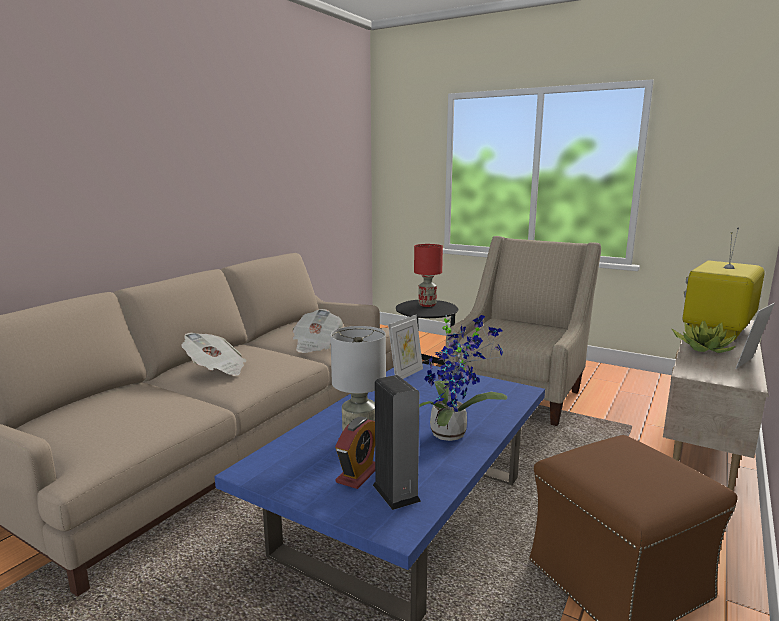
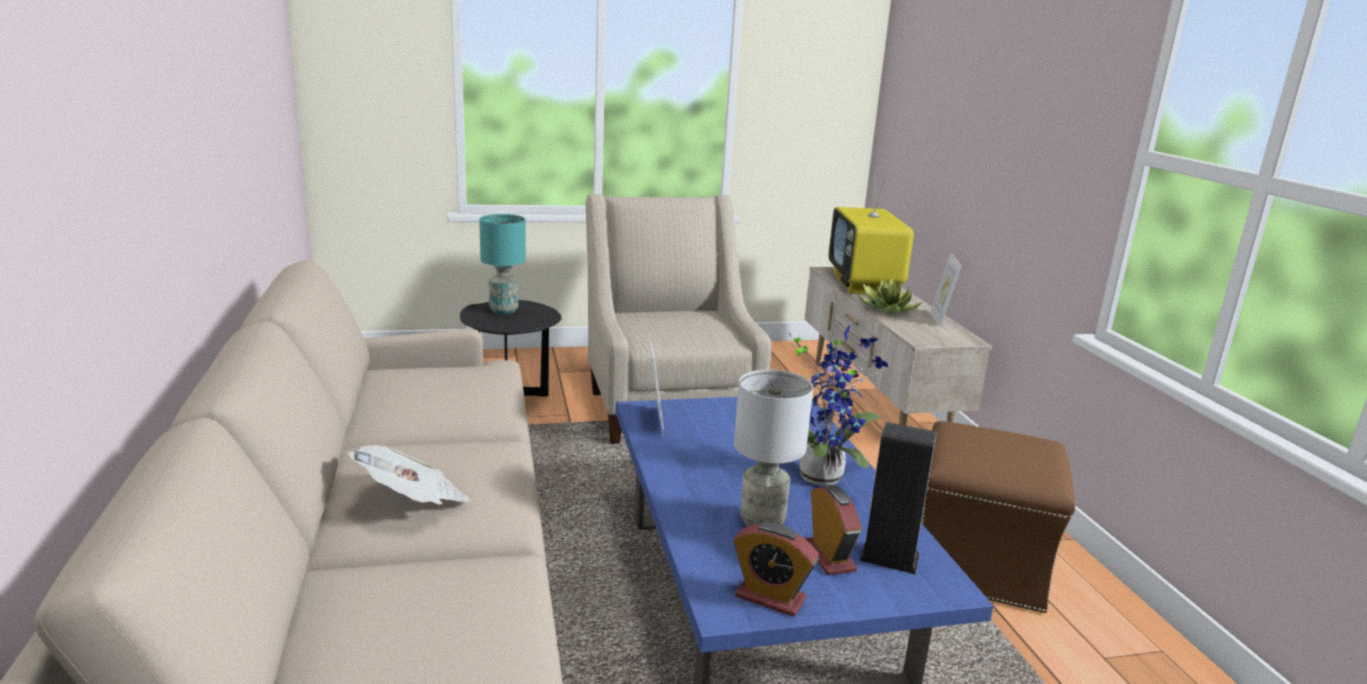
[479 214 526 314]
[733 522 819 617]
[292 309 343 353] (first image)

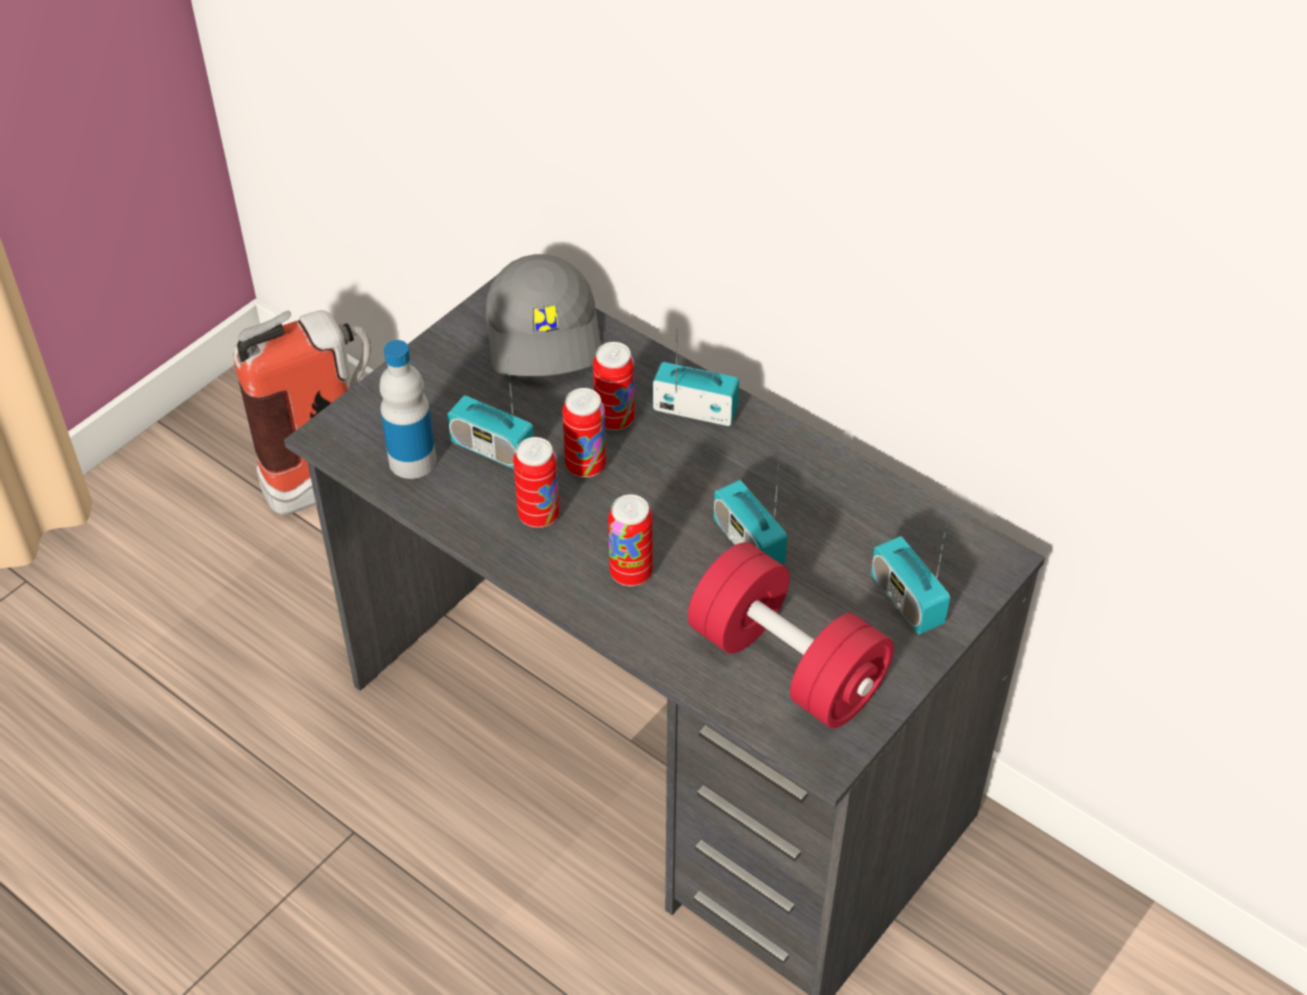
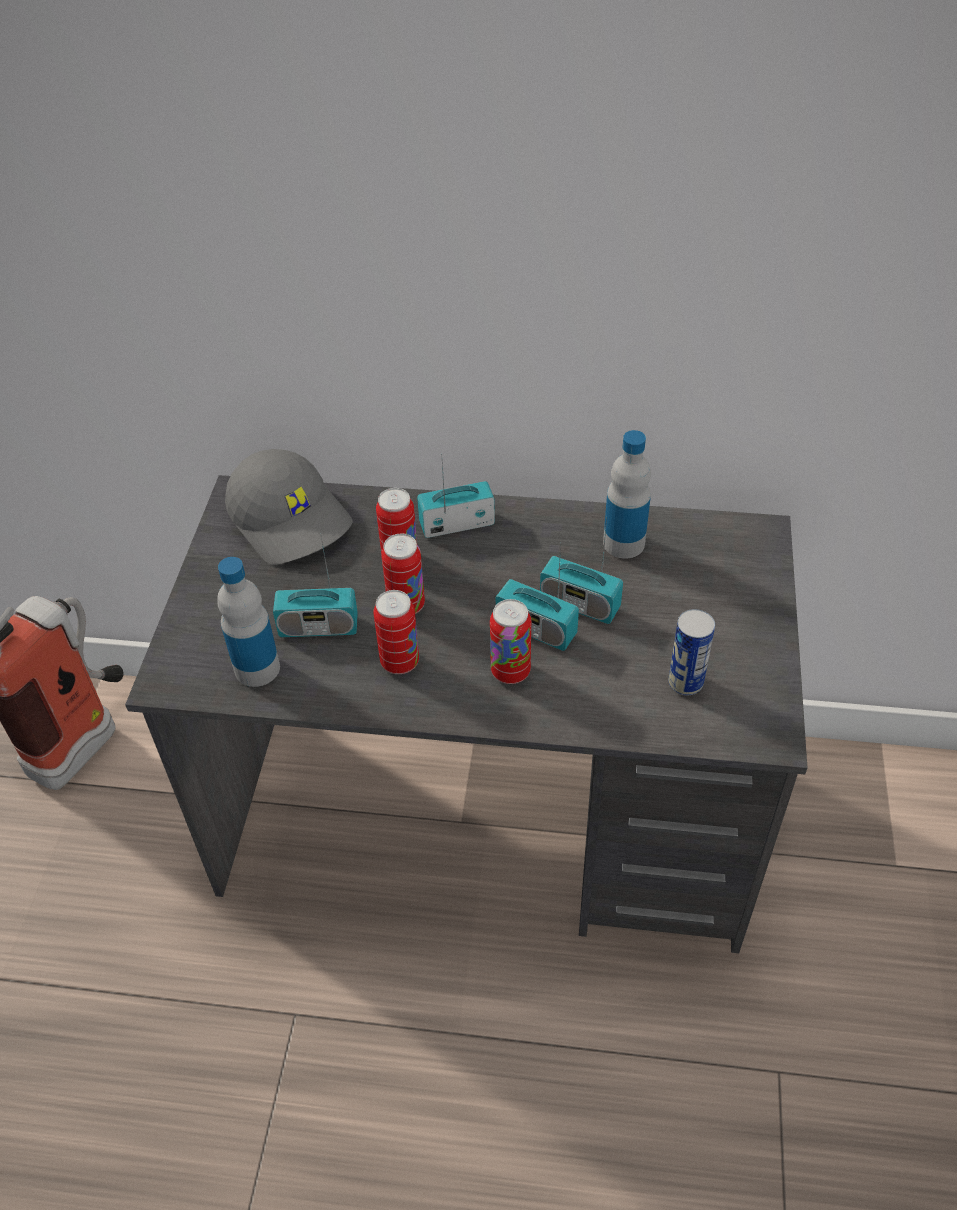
[496 542 579 651]
[603 430 651 558]
[668 609 715 695]

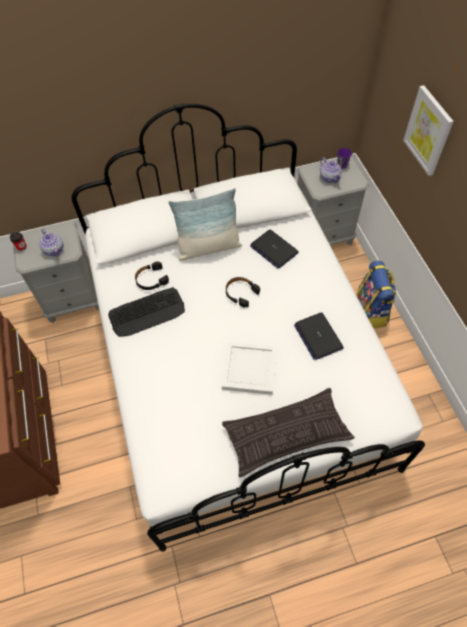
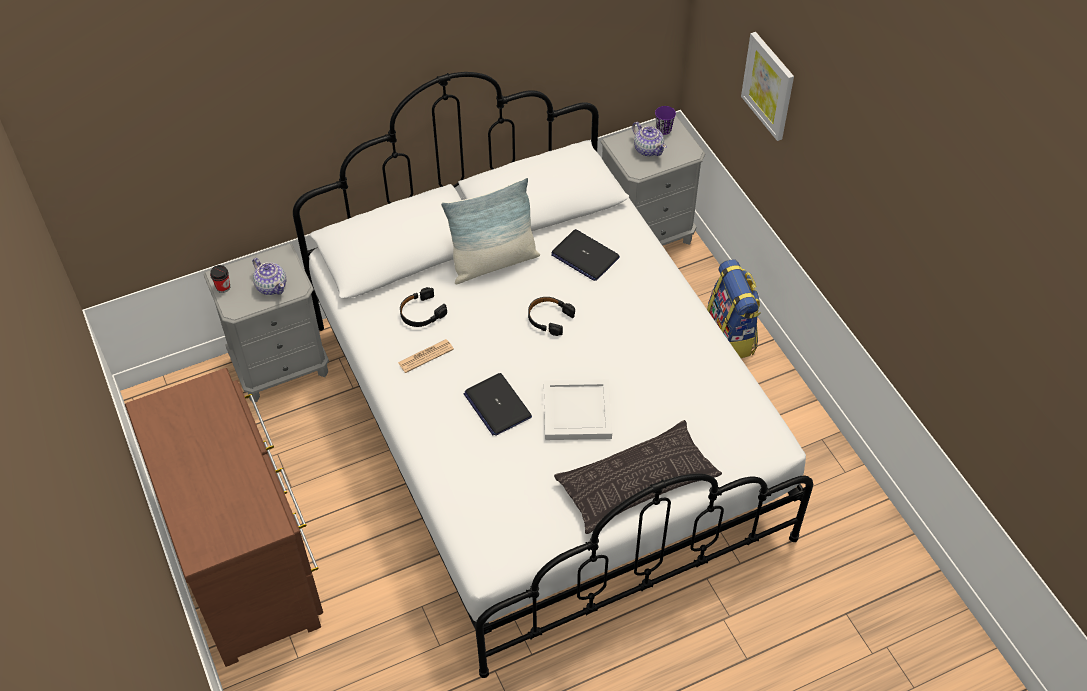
[398 339 454 373]
[463 373 532 436]

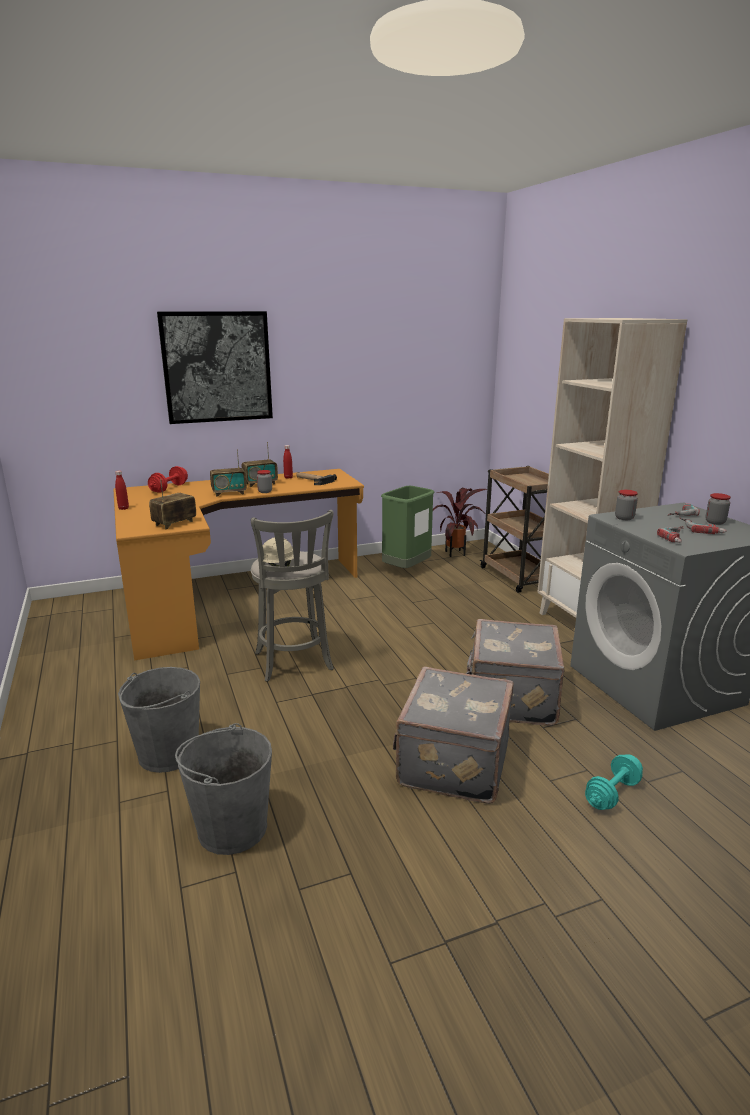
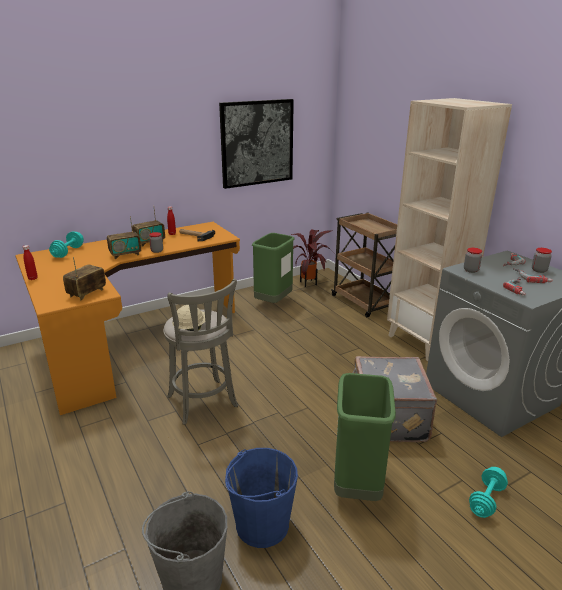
[49 231 84 258]
[219 99 294 189]
[225 448 298 548]
[334 373 396 501]
[118 667 200 773] (first image)

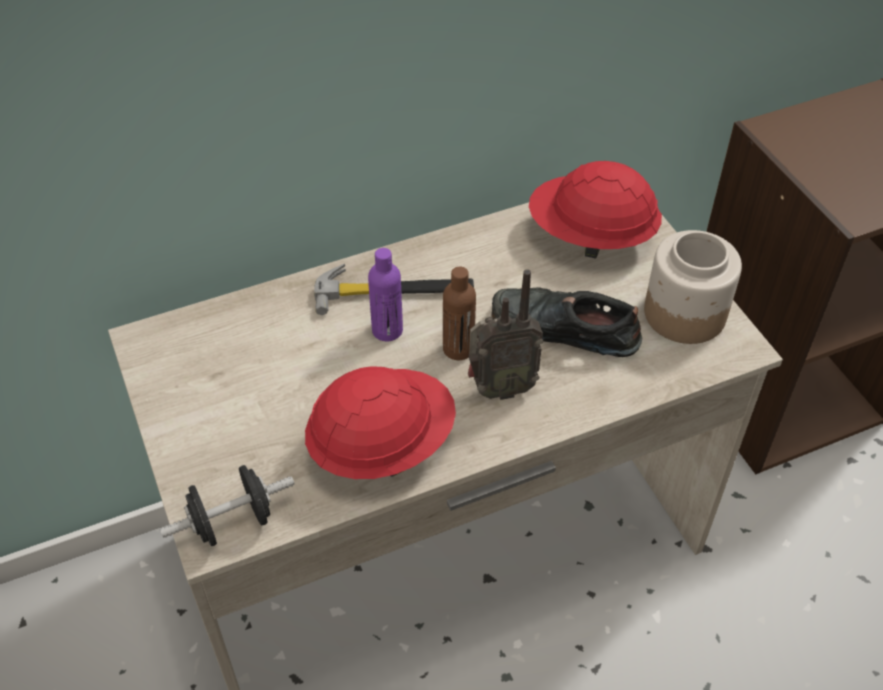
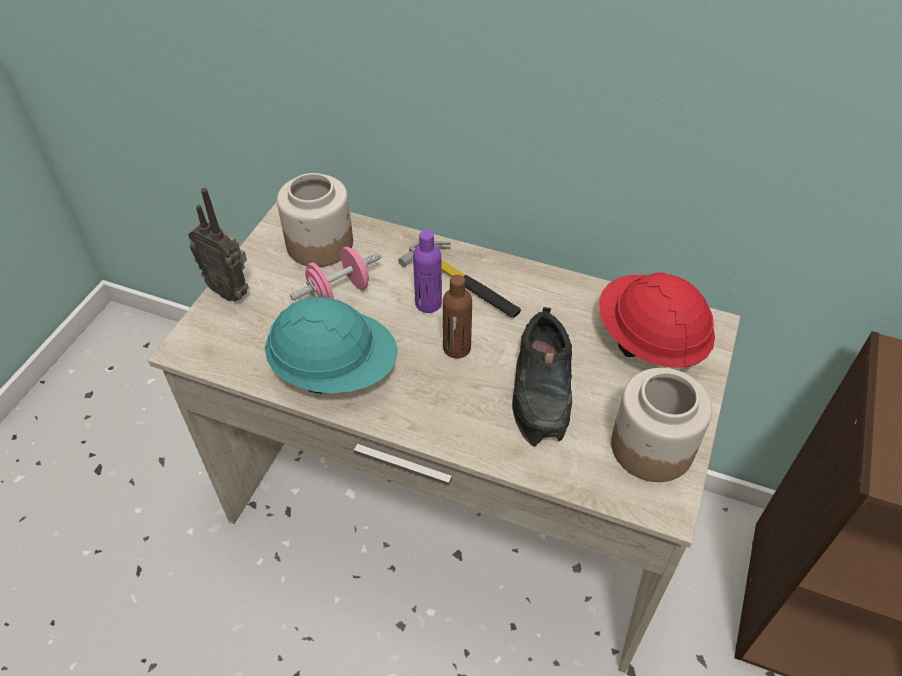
[188 188 249 302]
[265 297 398 394]
[277 173 353 267]
[290 247 381 300]
[512 307 572 447]
[160 465 295 546] (first image)

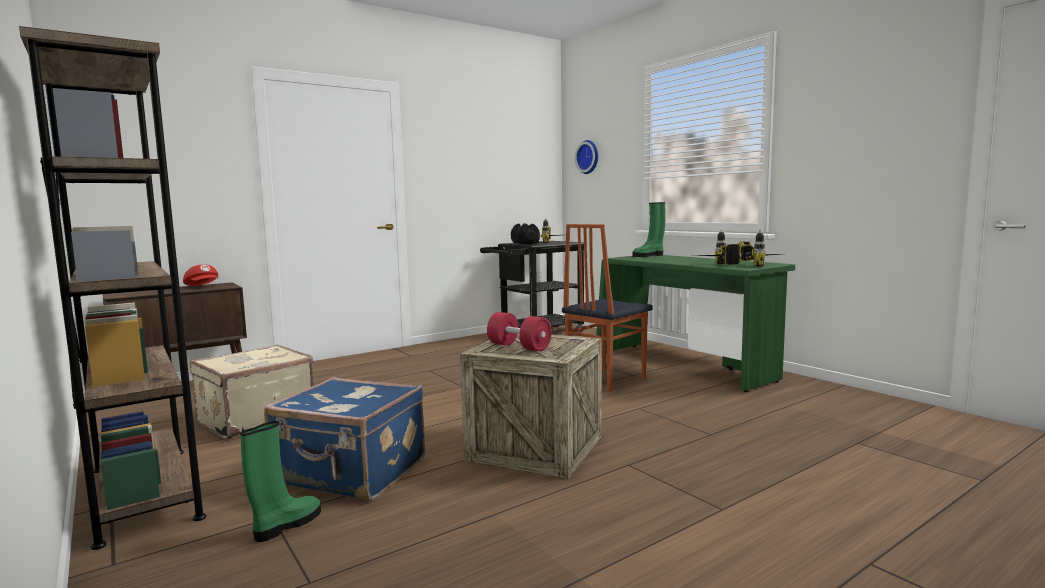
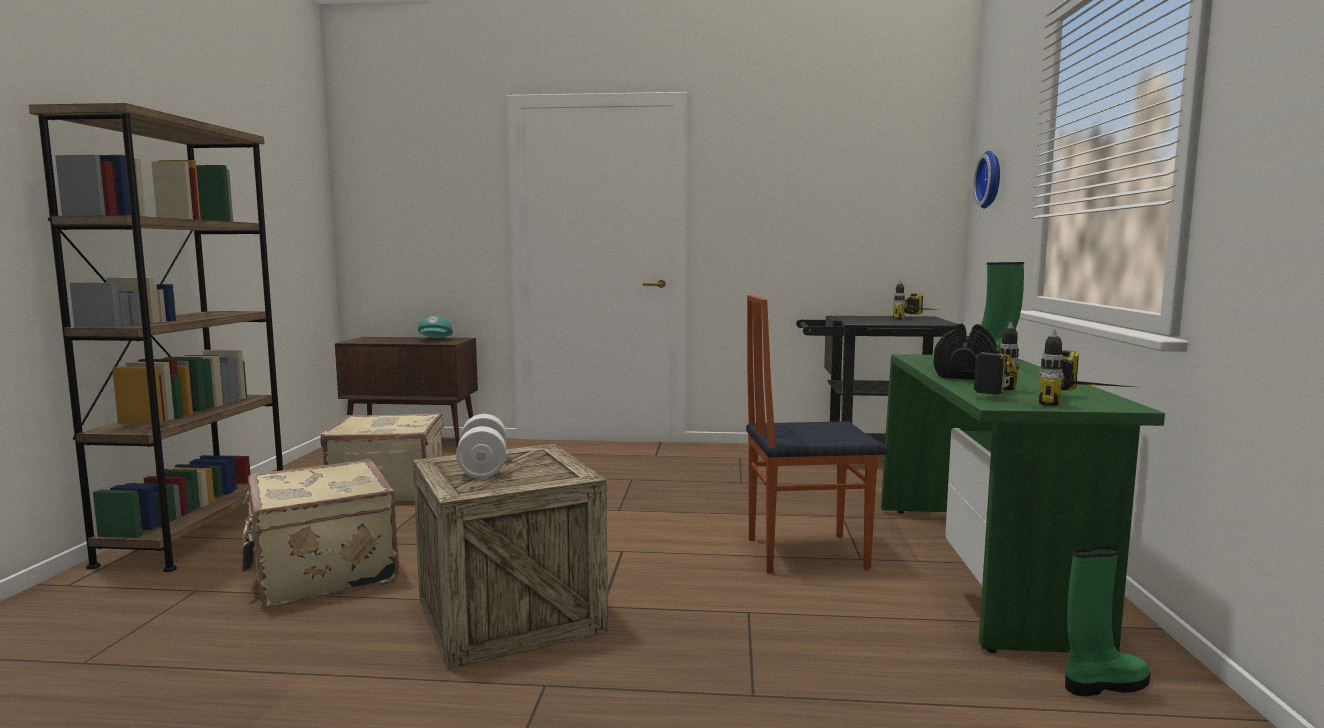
[242 459 399 607]
[418 316 453 338]
[456 414 507 478]
[934 324 997 380]
[1065 546 1151 696]

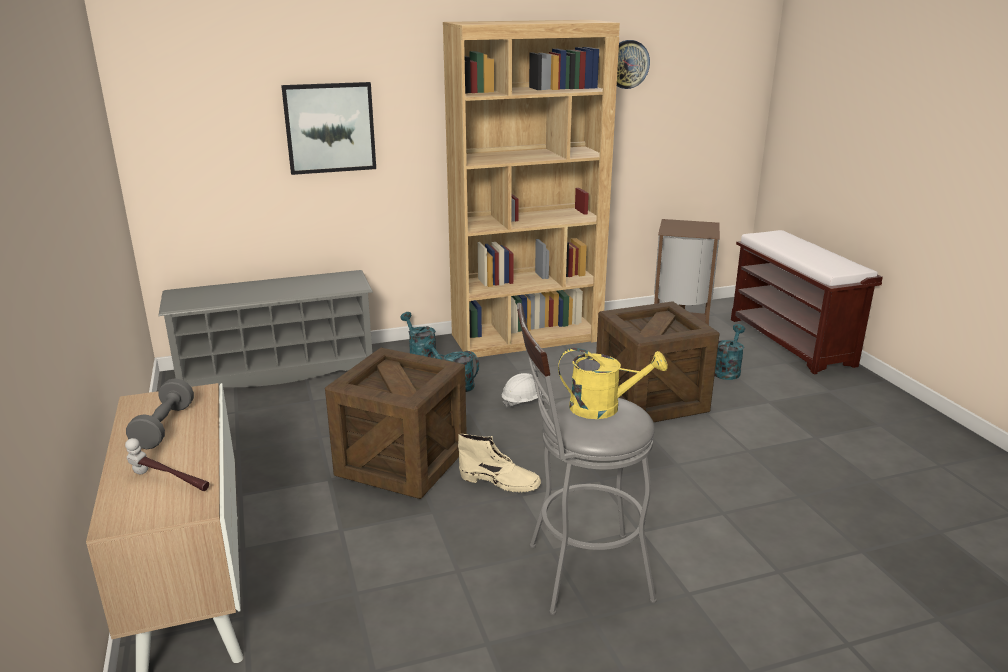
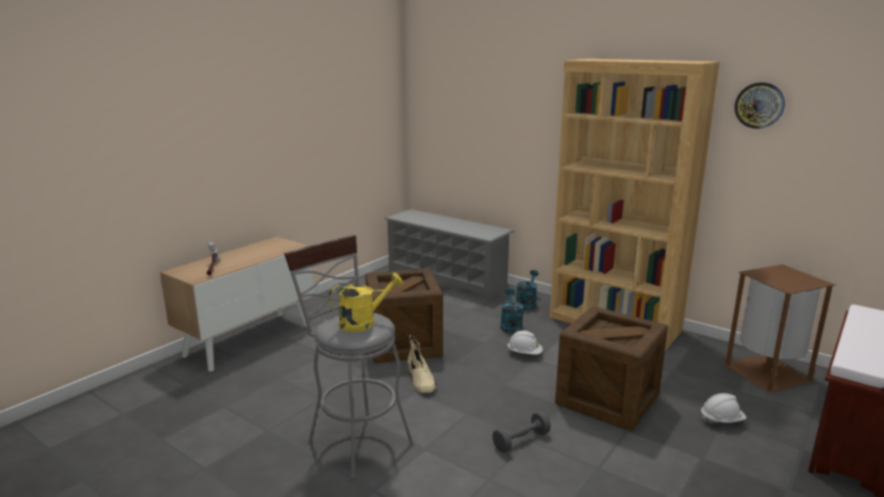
[329 273 403 332]
[492 411 551 453]
[701 393 746 423]
[281 82 376 175] (first image)

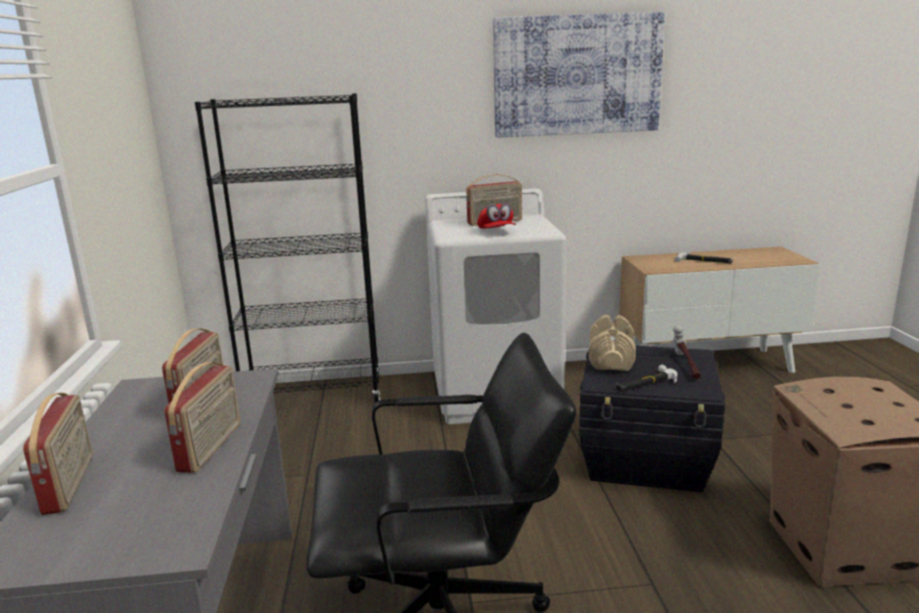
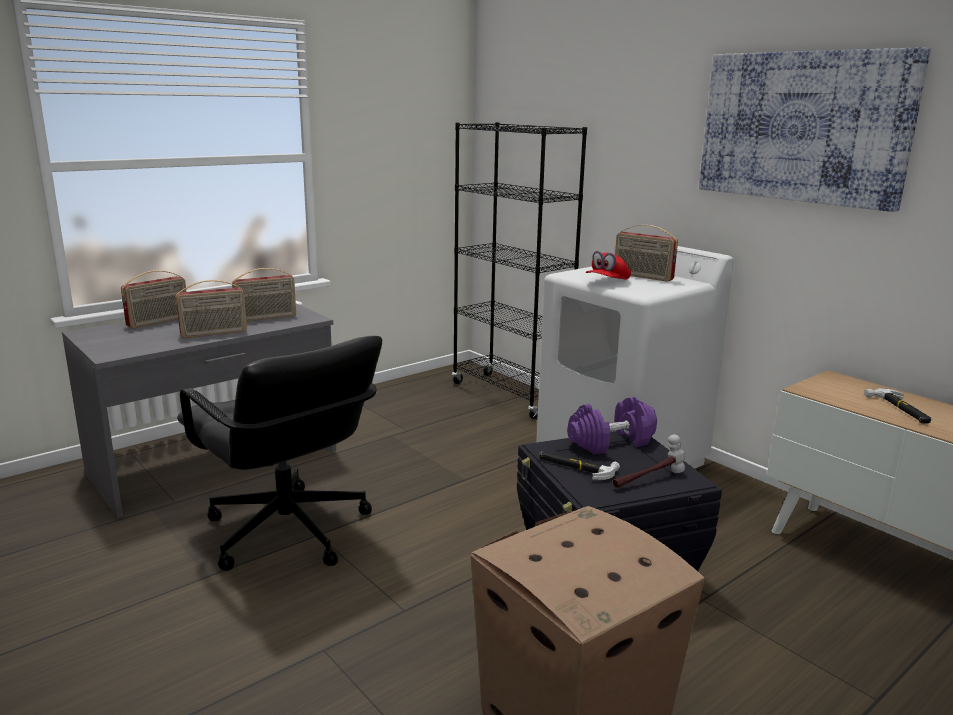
[567 397 657 454]

